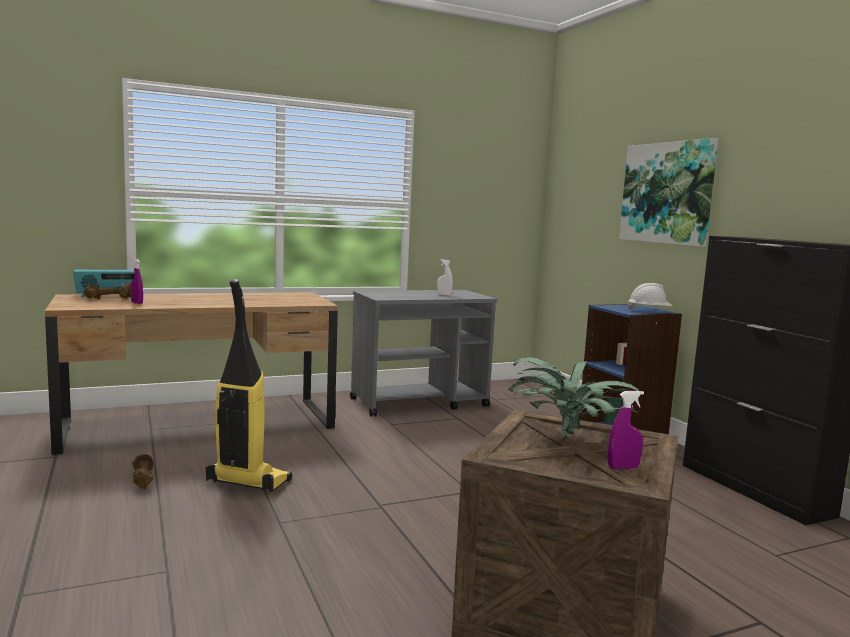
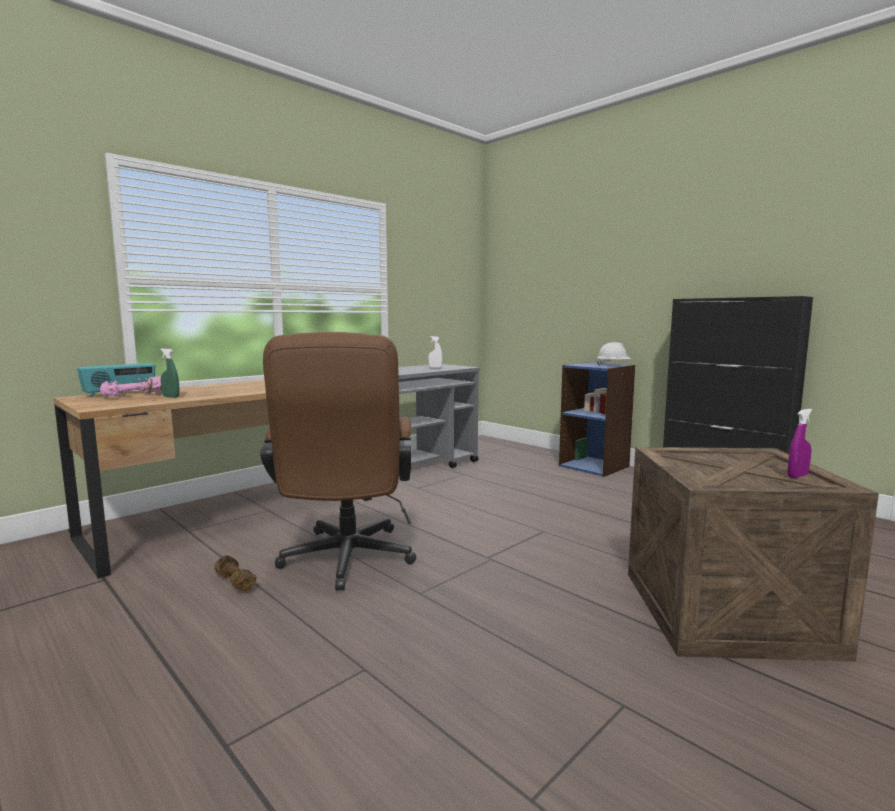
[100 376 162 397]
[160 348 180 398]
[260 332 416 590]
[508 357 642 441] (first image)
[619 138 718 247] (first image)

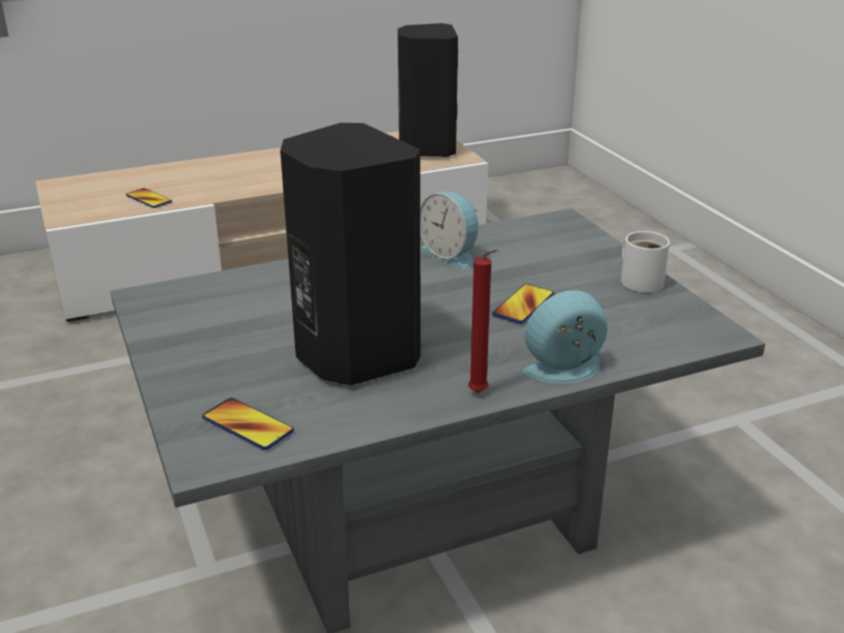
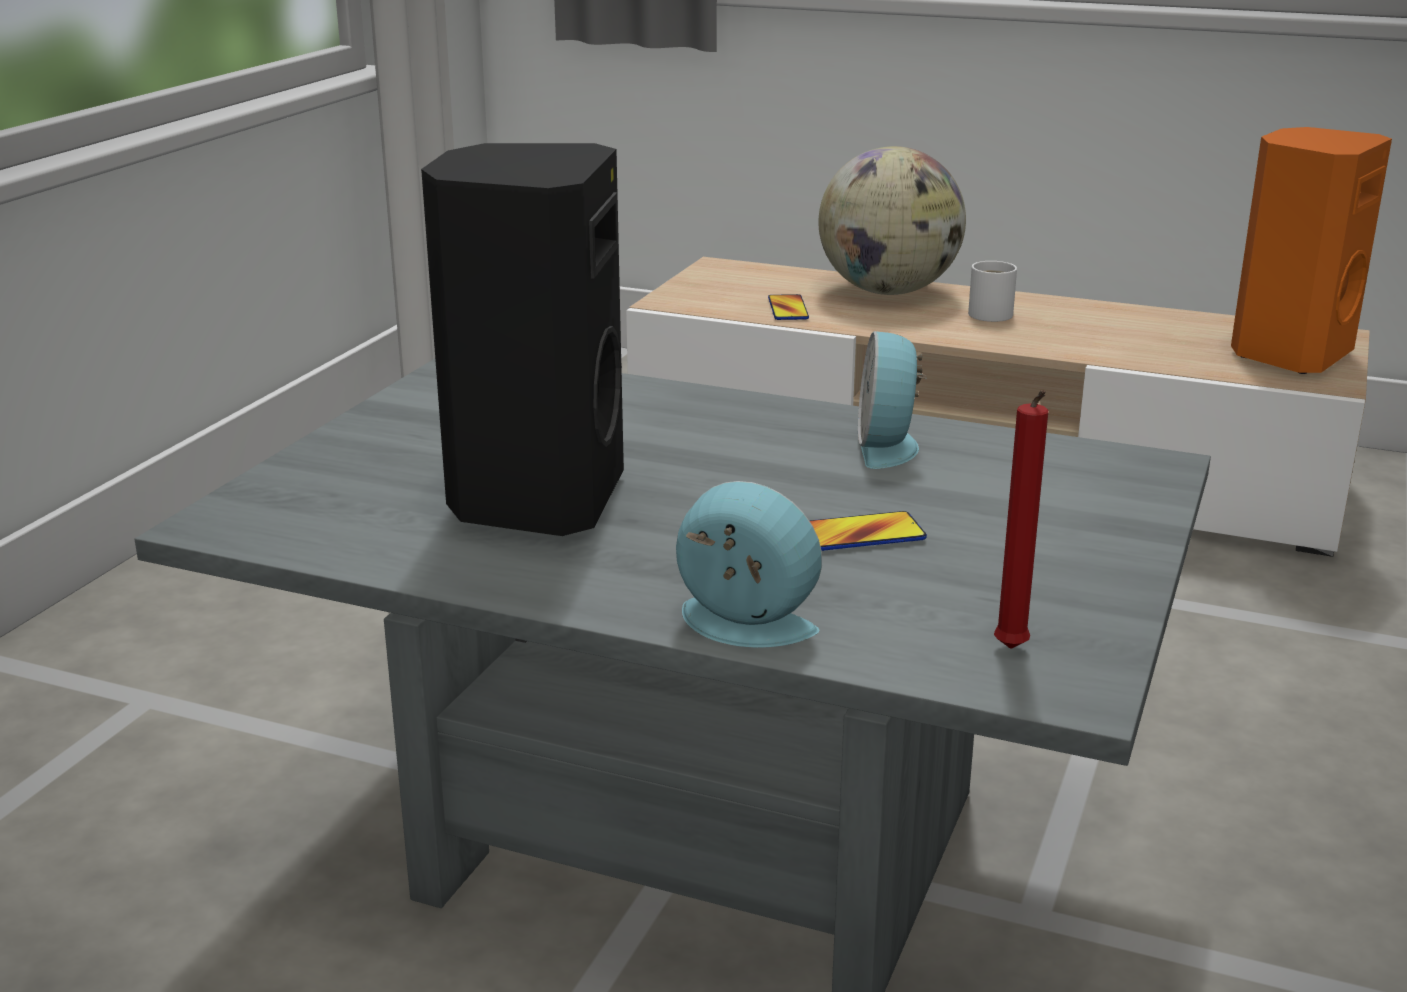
[818 146 966 295]
[968 261 1017 322]
[994 390 1049 649]
[1231 127 1392 374]
[202 398 294 450] (first image)

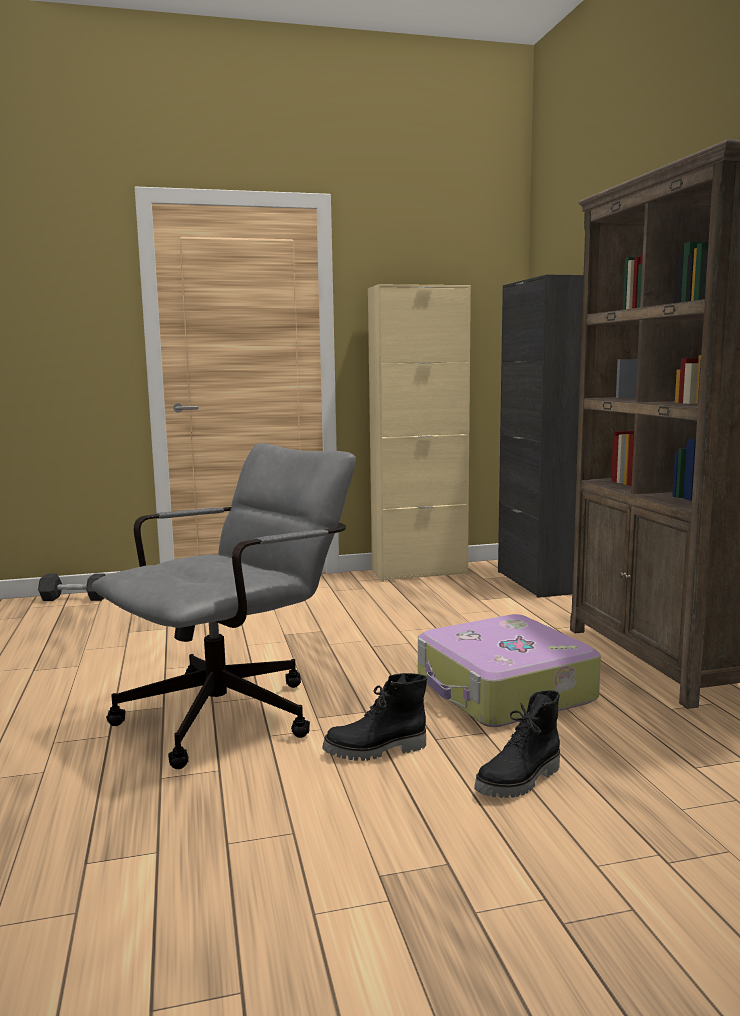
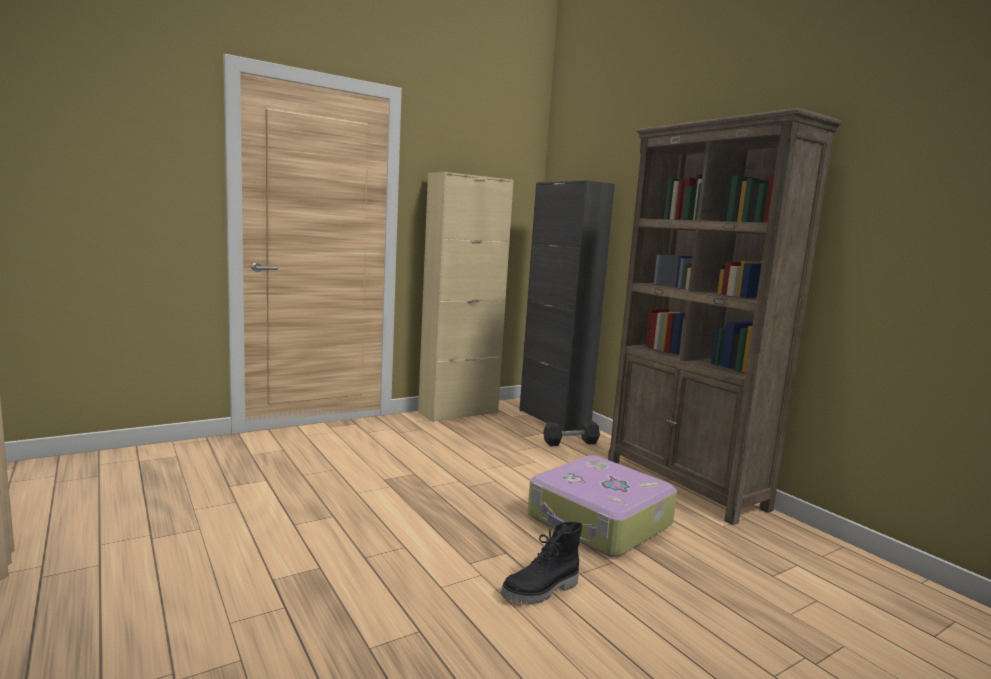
[543 421 600 446]
[92 443 356 769] (first image)
[474 690 560 798] (first image)

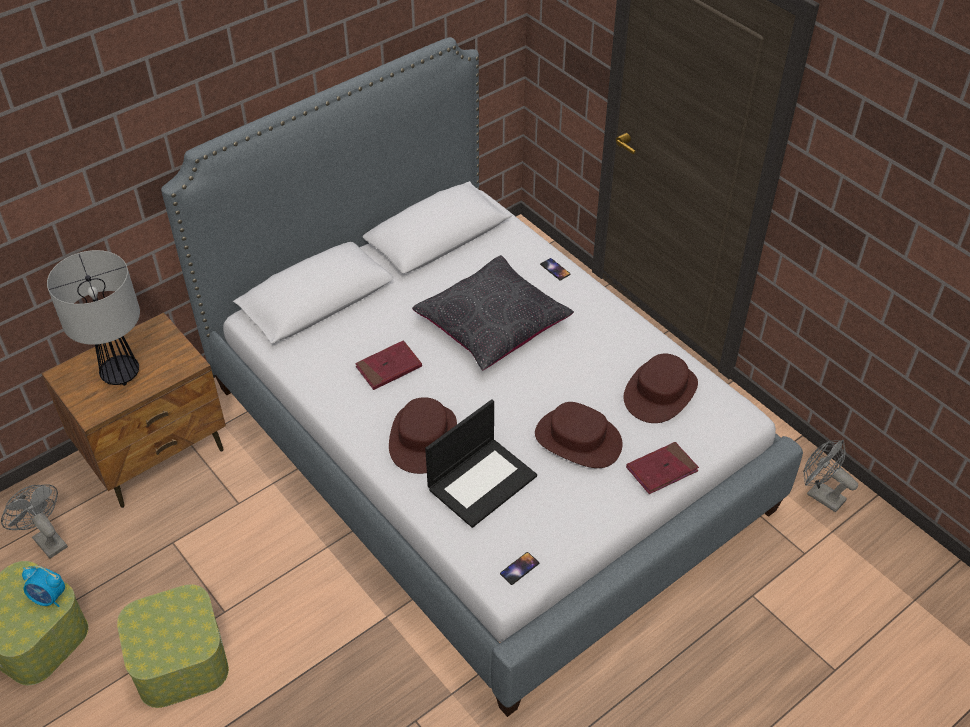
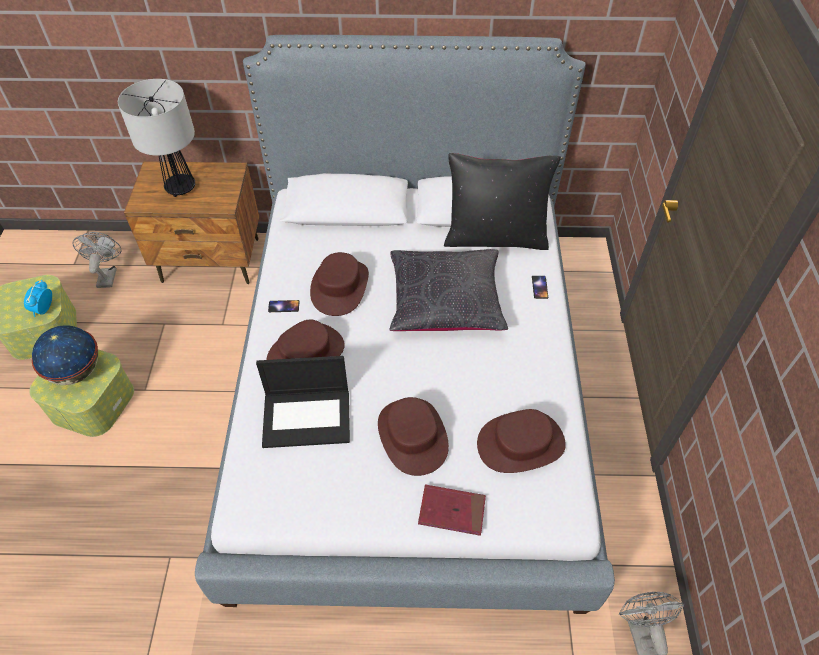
[24 280 52 317]
[32 325 98 385]
[268 300 300 312]
[310 252 369 316]
[444 153 561 250]

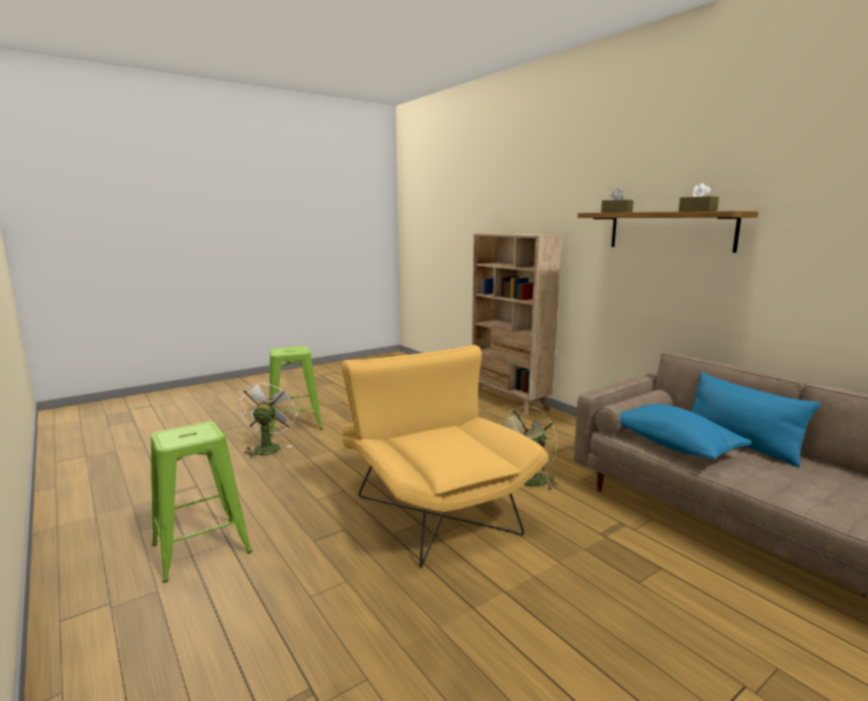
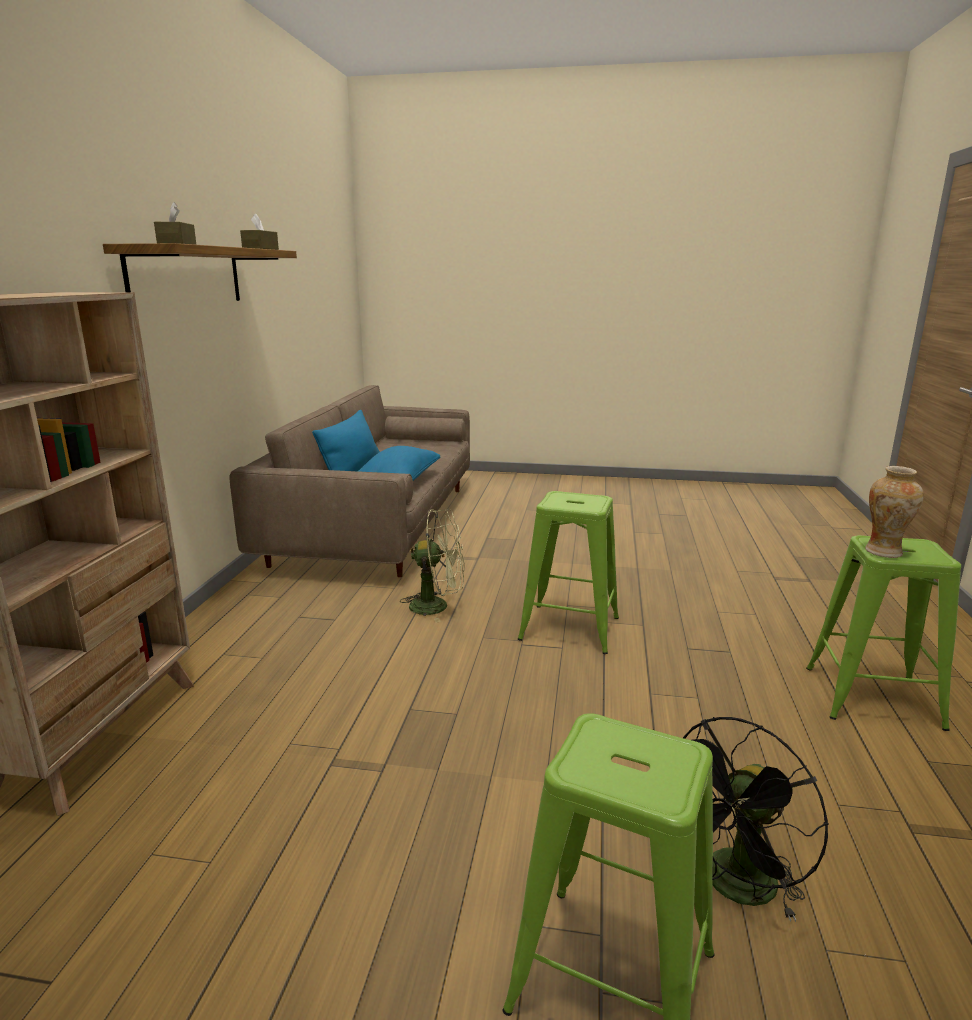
[518 491 619 654]
[683 717 829 922]
[865 466 924 558]

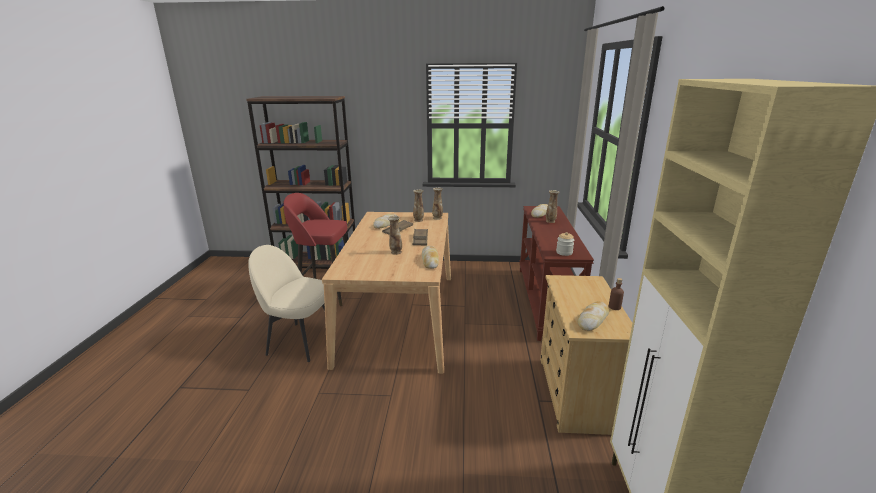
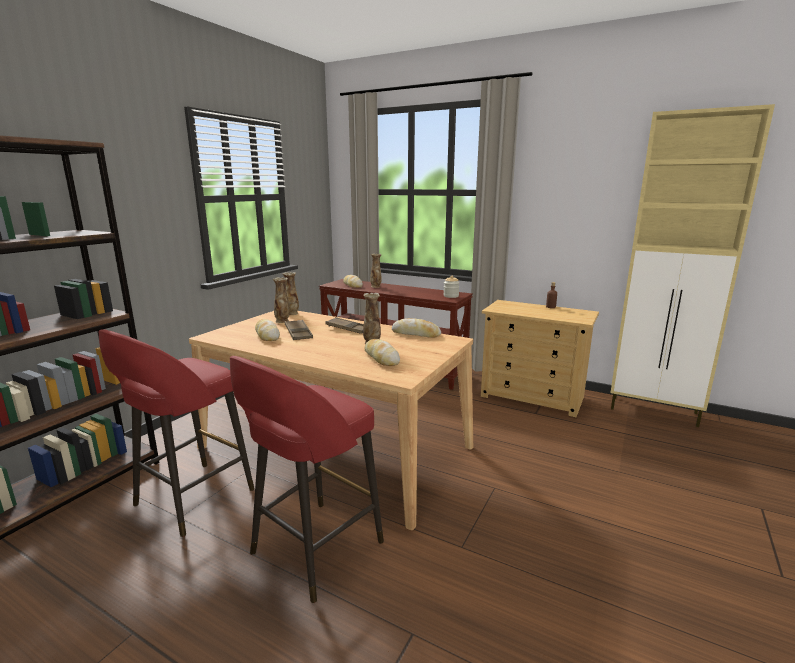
[230 356 384 603]
[364 339 400 366]

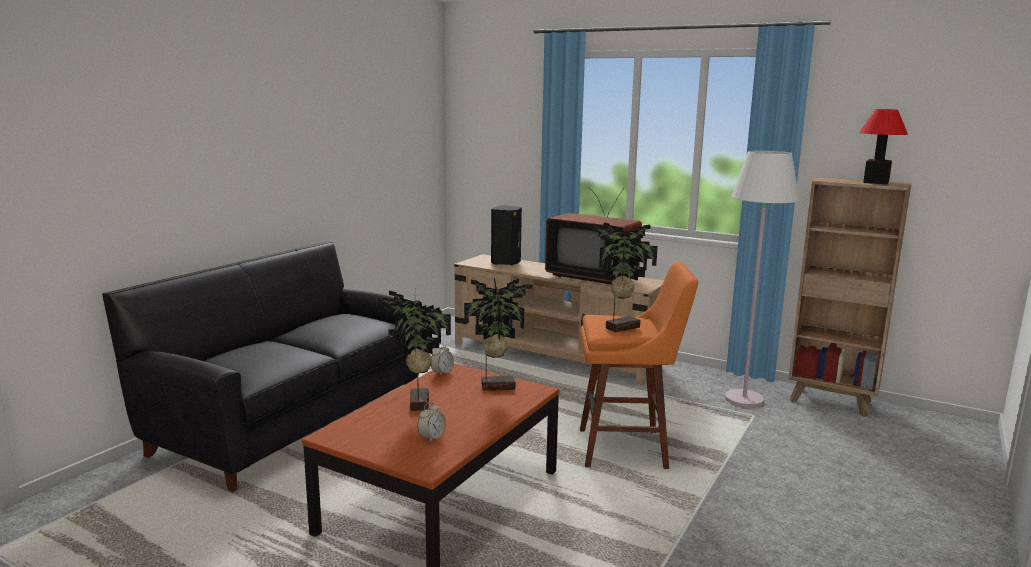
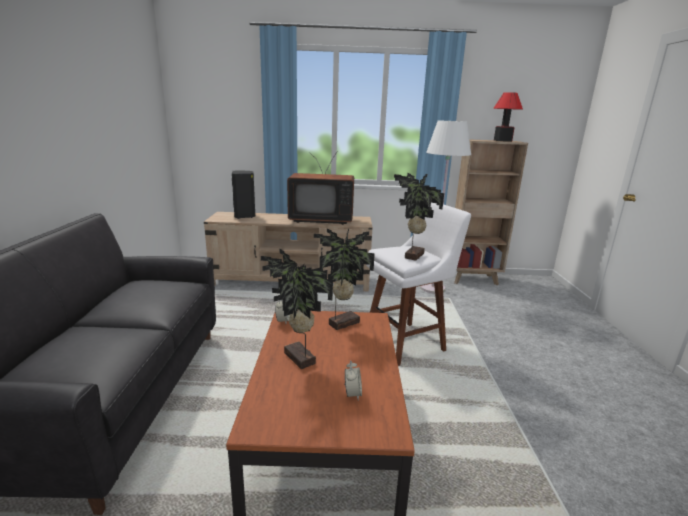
[366 203 471 366]

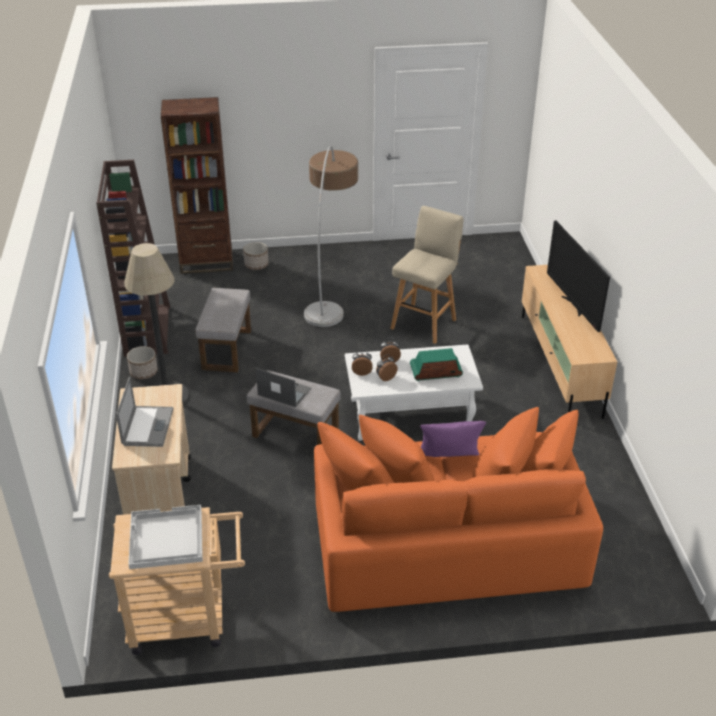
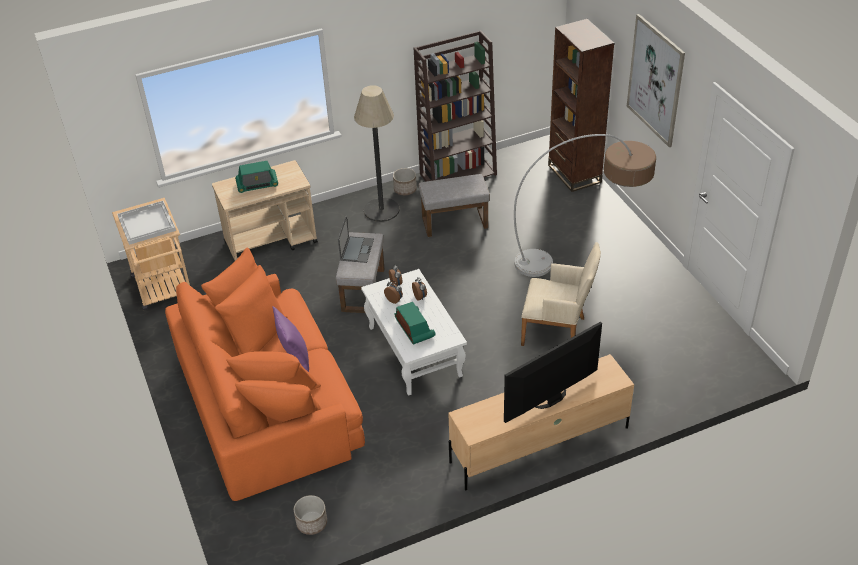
[235 161 278 193]
[294 495 327 535]
[521 242 601 346]
[627 14 685 147]

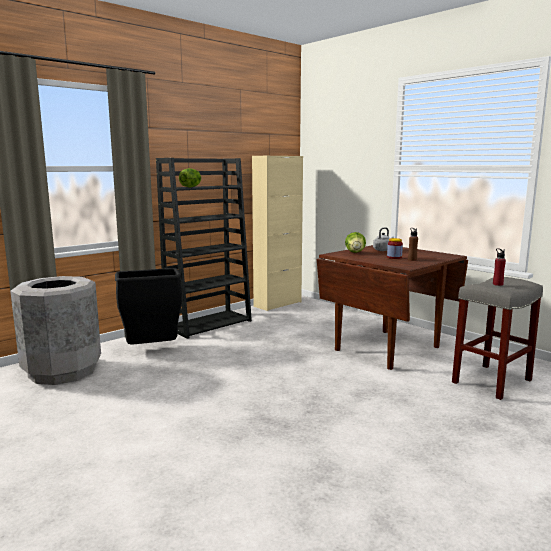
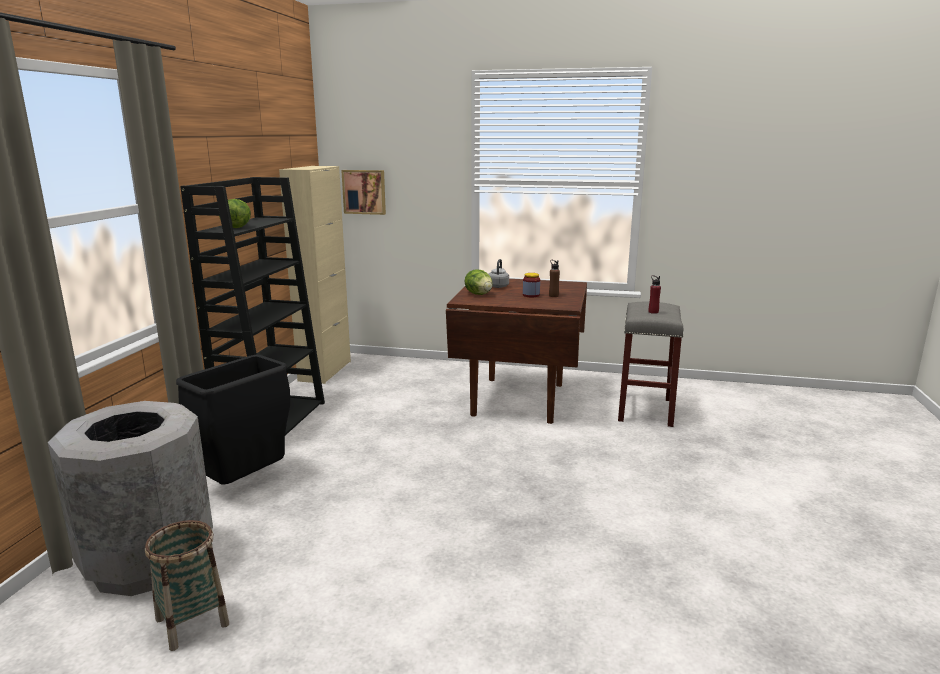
[145 520 229 651]
[341 170 386 215]

